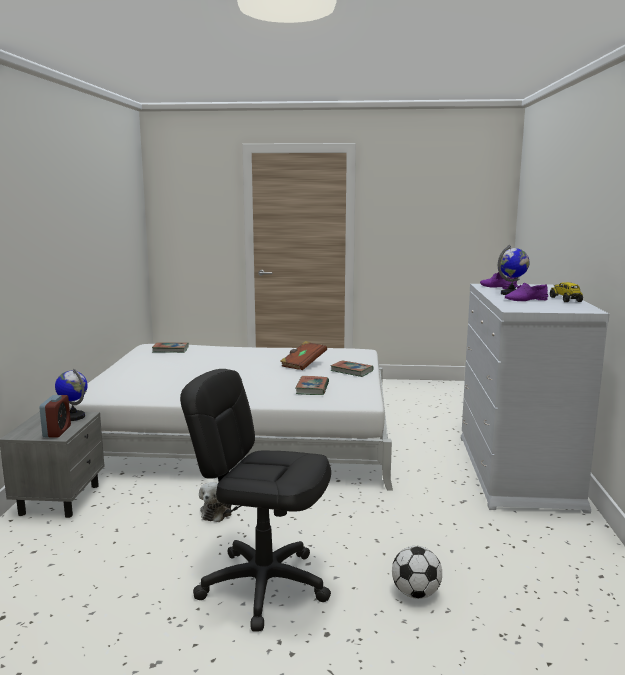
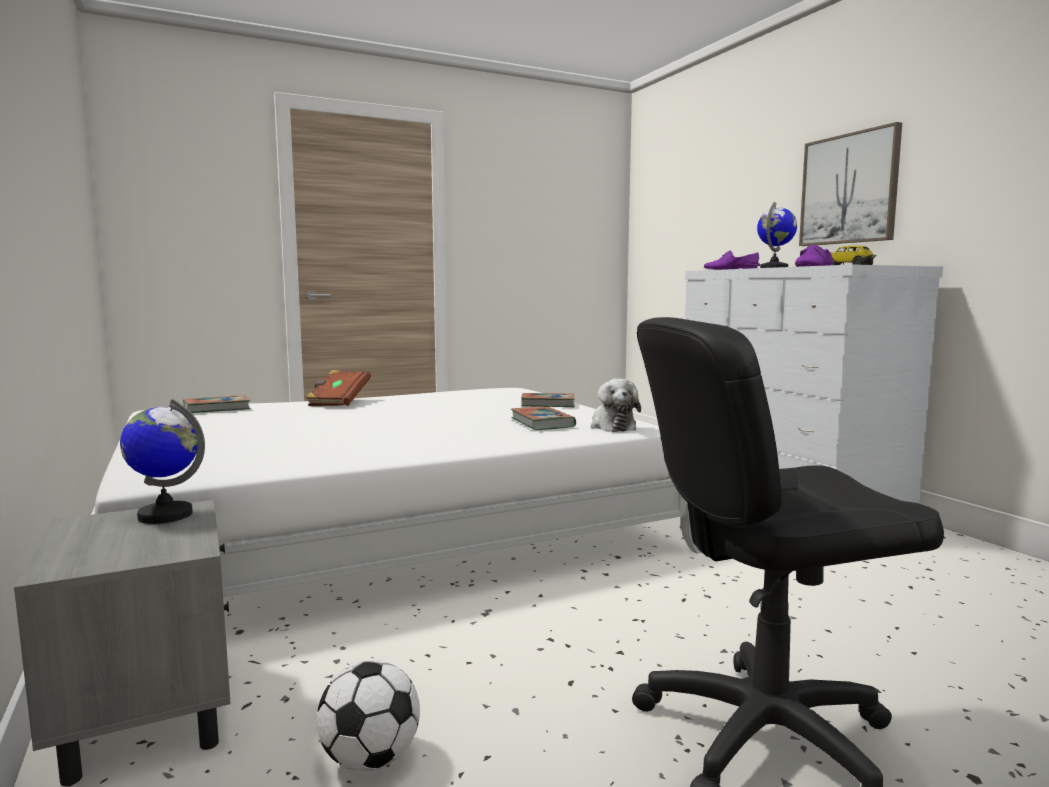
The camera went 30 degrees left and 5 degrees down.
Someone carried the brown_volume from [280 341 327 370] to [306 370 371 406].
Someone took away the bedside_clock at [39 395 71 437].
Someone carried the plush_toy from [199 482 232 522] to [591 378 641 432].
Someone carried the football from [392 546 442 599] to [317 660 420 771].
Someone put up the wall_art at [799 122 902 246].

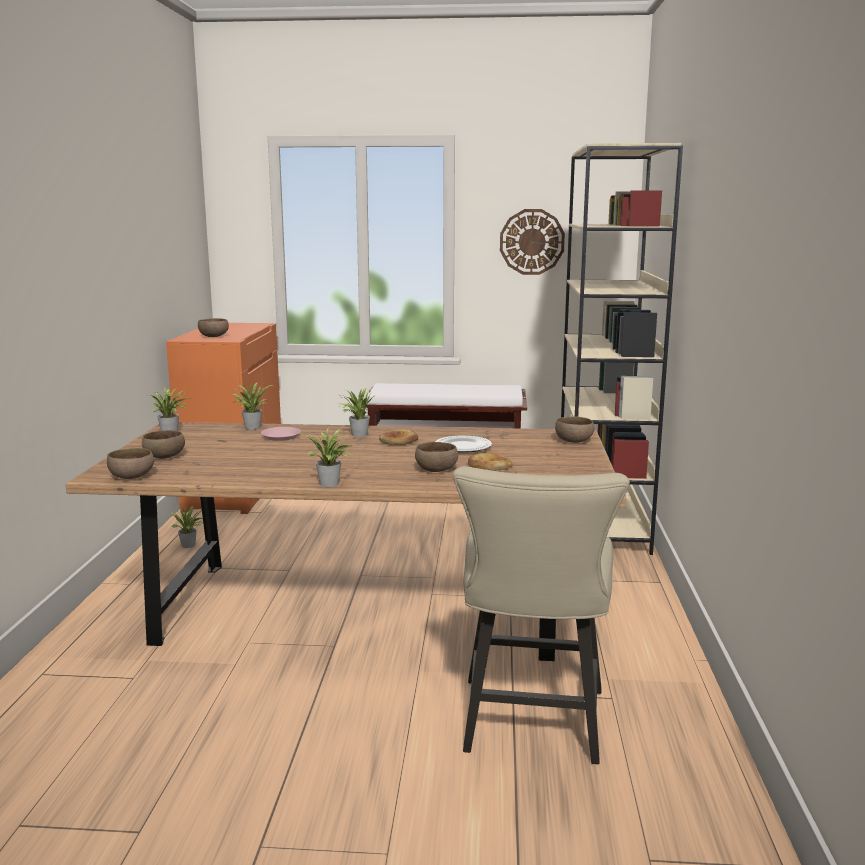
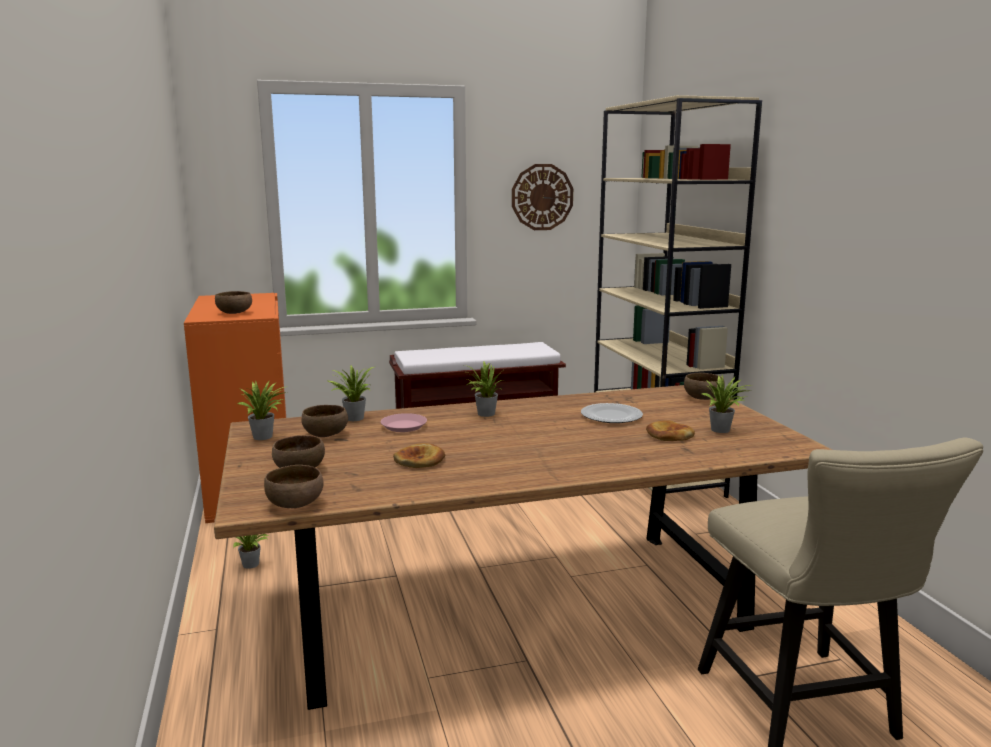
The camera went 20 degrees left and 0 degrees up.
Someone carried the plant_in_a_pot from [299 427 352 487] to [702 375 750 433].
Someone carried the baked_bread from [379 429 418 445] to [393 443 445 468].
Someone carried the brown_bowl from [415 442 458 472] to [302 405 348 437].

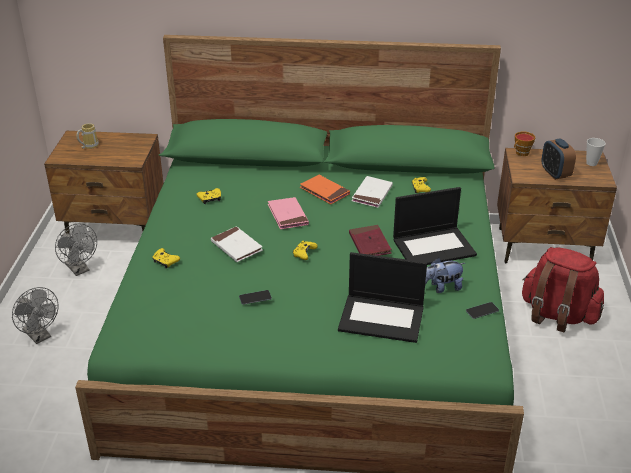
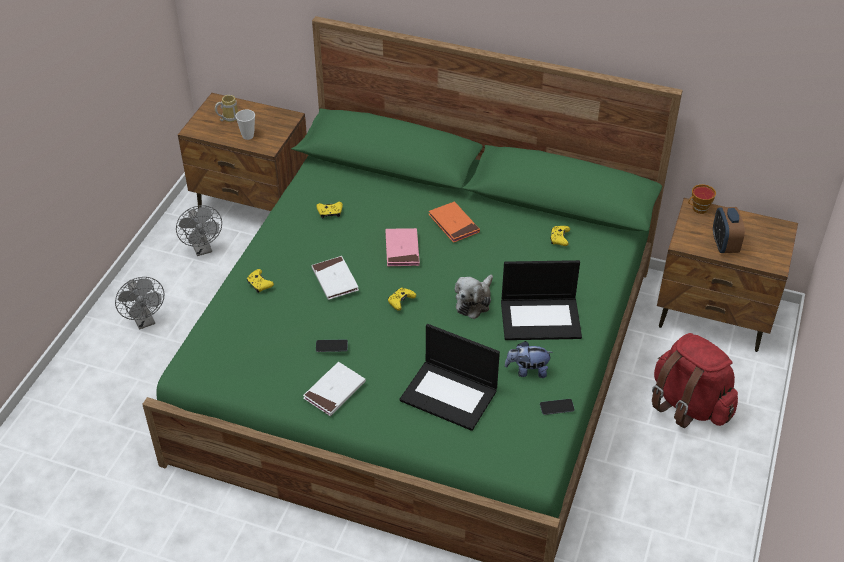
The camera went 15 degrees right and 10 degrees up.
Someone carried the drinking_cup from [586 138 606 166] to [236 109 255 140].
Someone carried the white_volume from [352 176 393 208] to [303 362 366 416].
Someone swapped the reddish_volume at [349 225 392 256] for the plush_toy at [455 275 493 319].

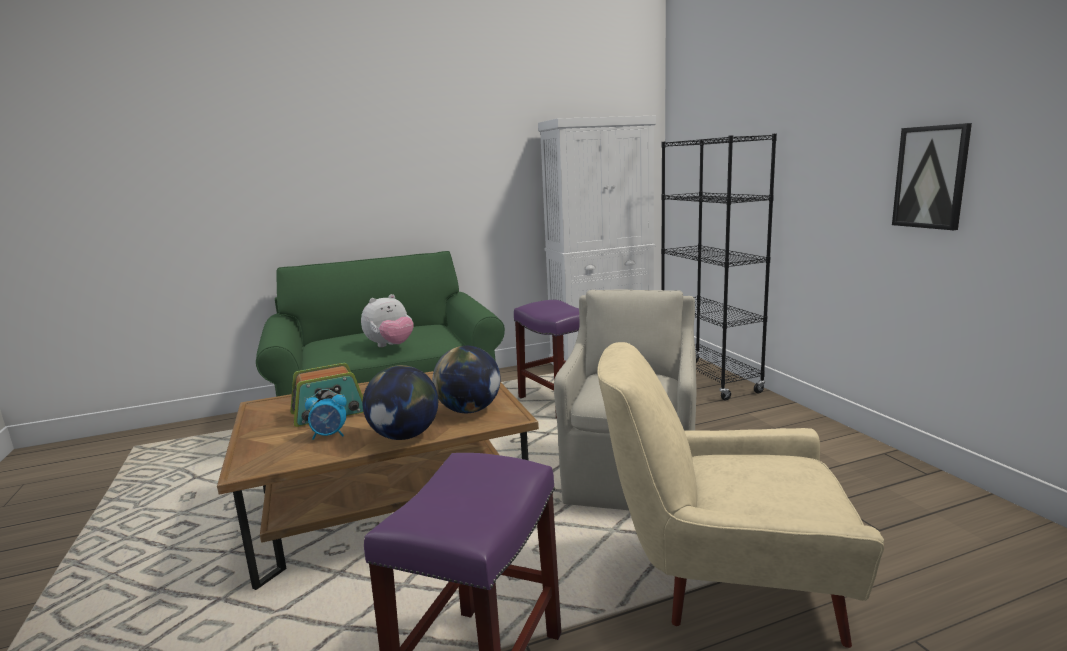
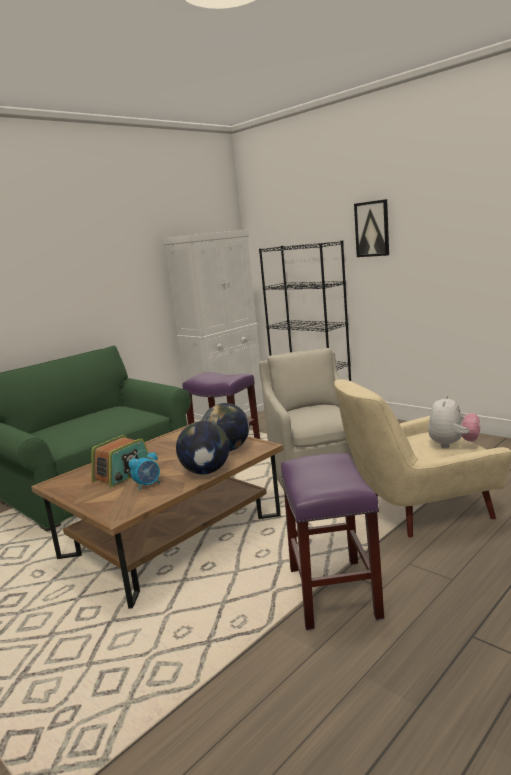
The camera went 25 degrees left and 0 degrees up.
Someone carried the wall_art from [892 123 972 230] to [354 199 389 257].
Someone carried the plush_toy from [361 294 414 347] to [428 395 480 448].

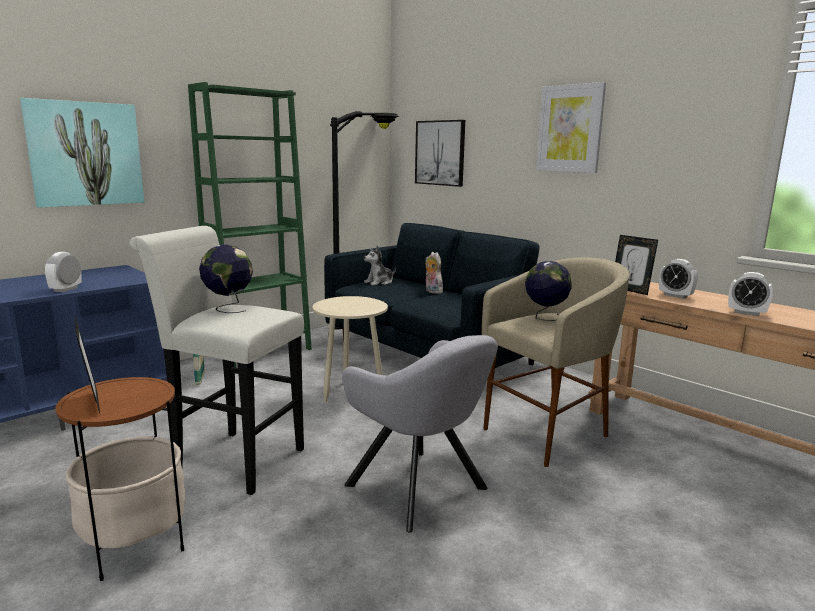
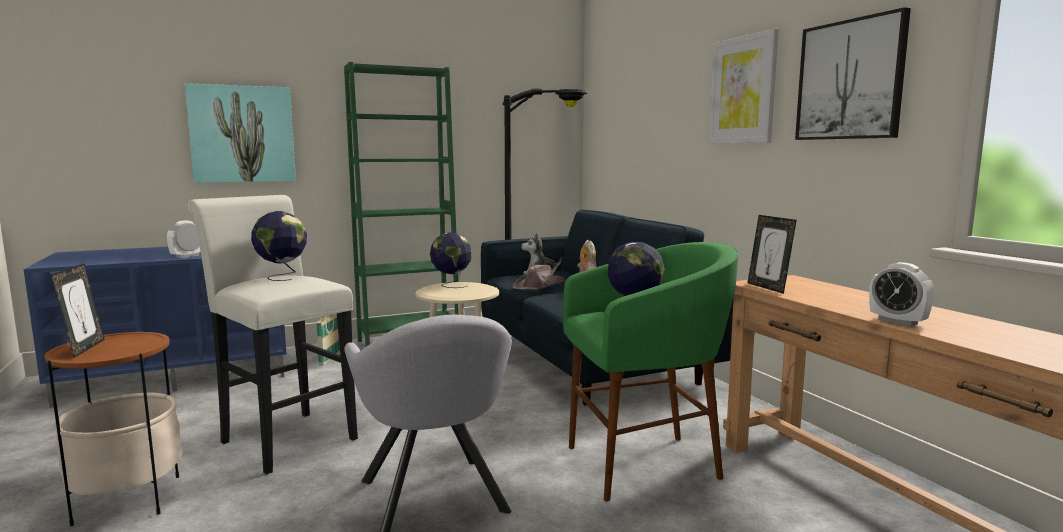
The camera went 20 degrees right and 5 degrees down.
Someone carried the wall_art from [415 120 465 187] to [795 7 911 140].
Someone repainted the beige-coloured_stool at [482 257 630 467], which became the green-coloured_stool at [563 242 738 502].
Someone took away the bedside_clock at [659 259 698 299].
Someone put down the desk_globe at [430 232 472 288].
Someone put down the brown_hat at [512 265 565 290].

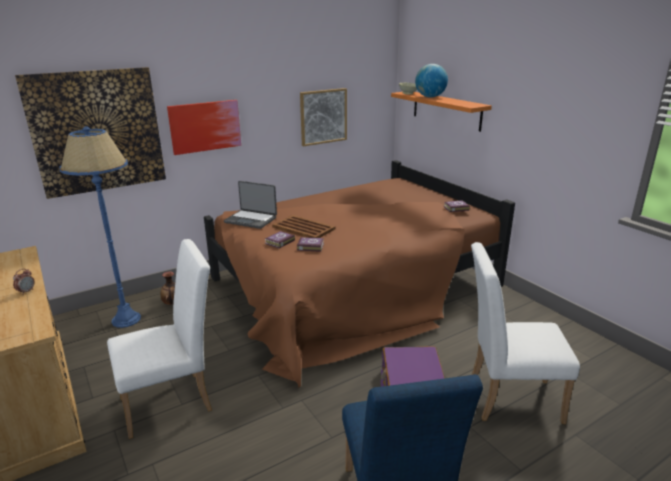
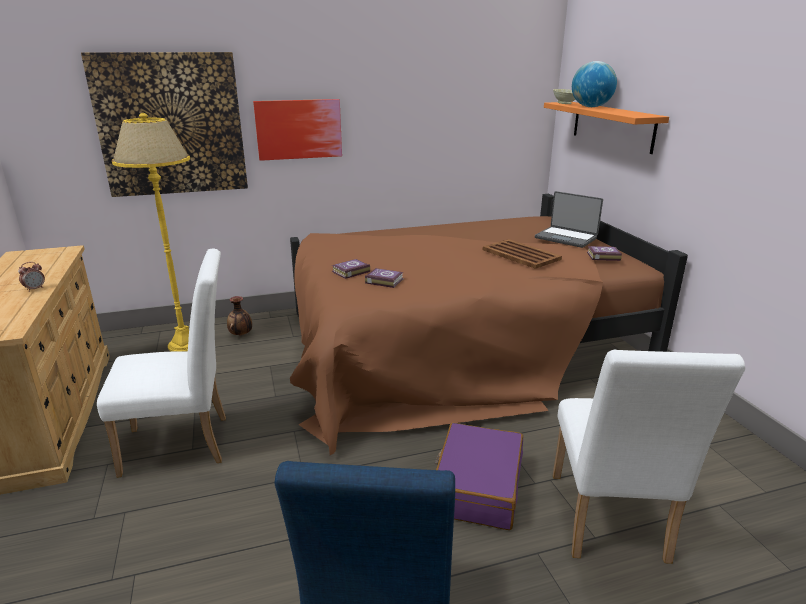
The camera went 15 degrees right and 0 degrees up.
Someone took away the wall_art at [300 88 347 146].
Someone repainted the blue_floor_lamp at [59 126 141 328], which became the yellow-coloured_floor_lamp at [112 113 190 352].
Someone carried the portable_computer from [224 181 277 229] to [535 191 603 248].
Someone carried the brown_tray from [272 215 335 238] to [483 239 562 269].
Someone rotated the white_upright_chair at [471 242 580 424] by 105 degrees counterclockwise.

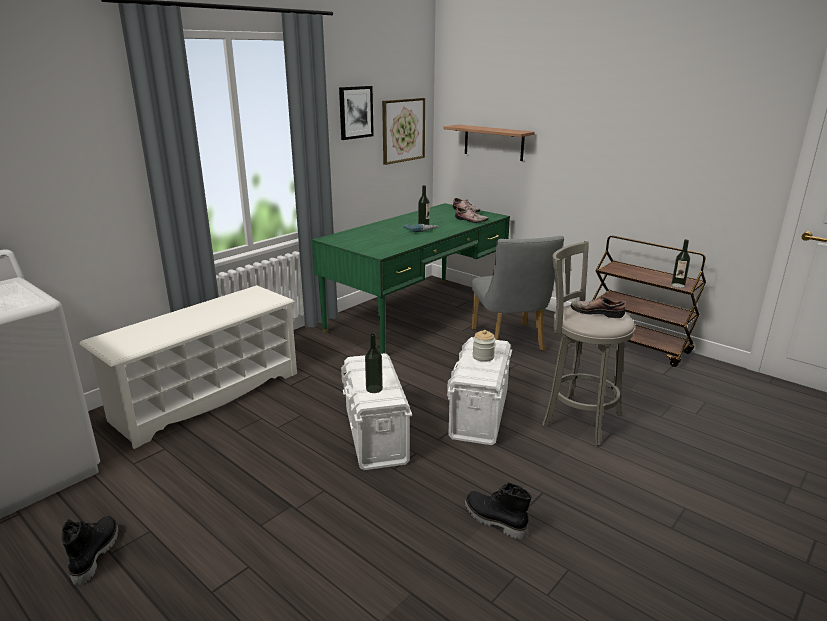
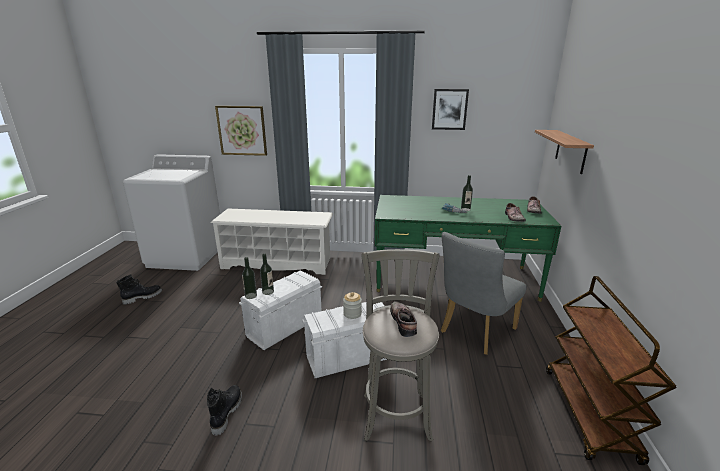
The camera went 55 degrees right and 0 degrees up.
Someone carried the wall_art from [382 98 425 165] to [215 106 267 156].
Someone carried the beverage_bottle from [671 239 690 288] to [242 257 257 299].

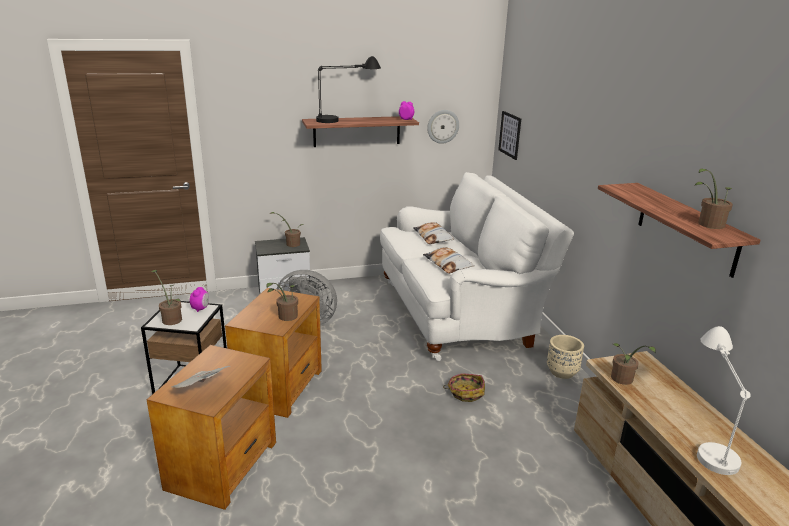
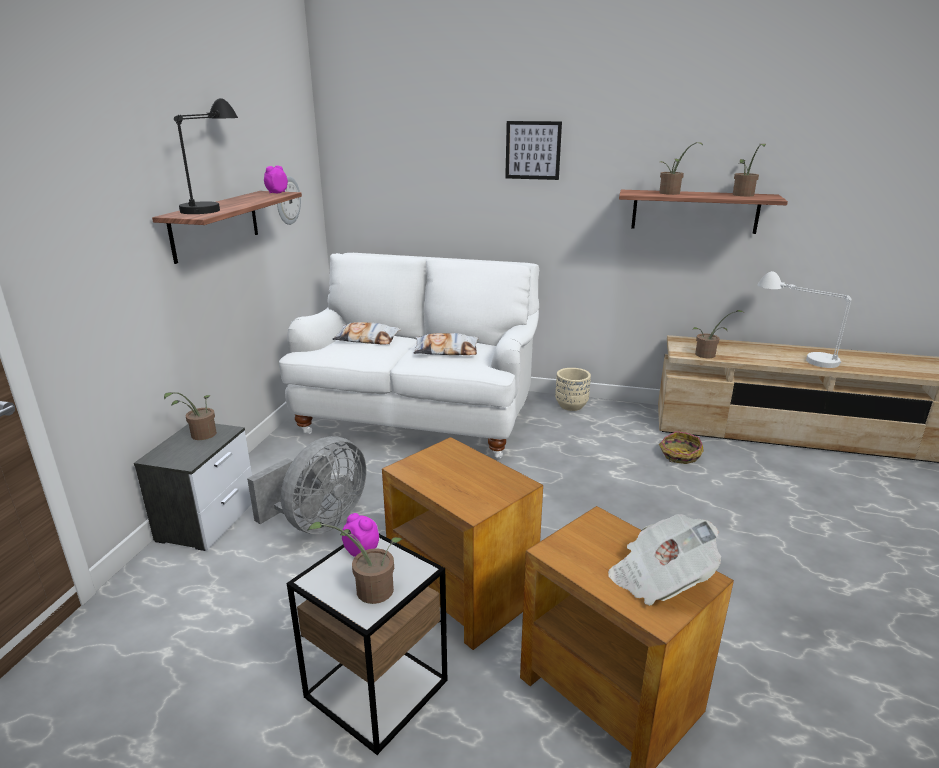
The camera went 60 degrees left and 0 degrees up.
Someone carried the wall_art from [498 111 521 160] to [505 121 562 180].
Someone carried the plant_in_a_pot from [266 283 298 321] to [659 142 703 195].
Someone carried the household_basket from [443 373 485 402] to [659 431 704 464].

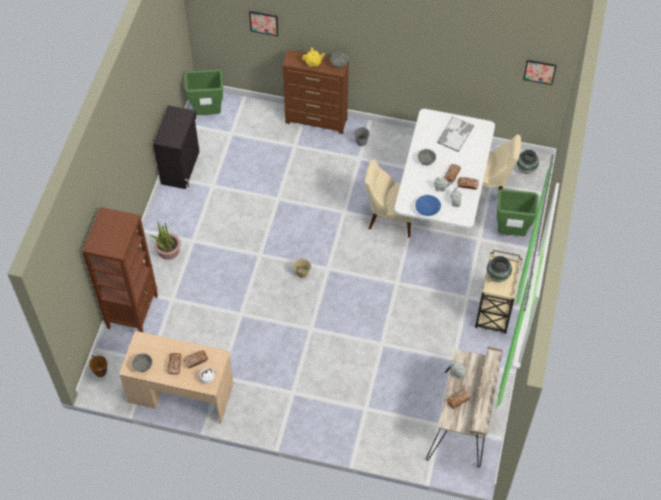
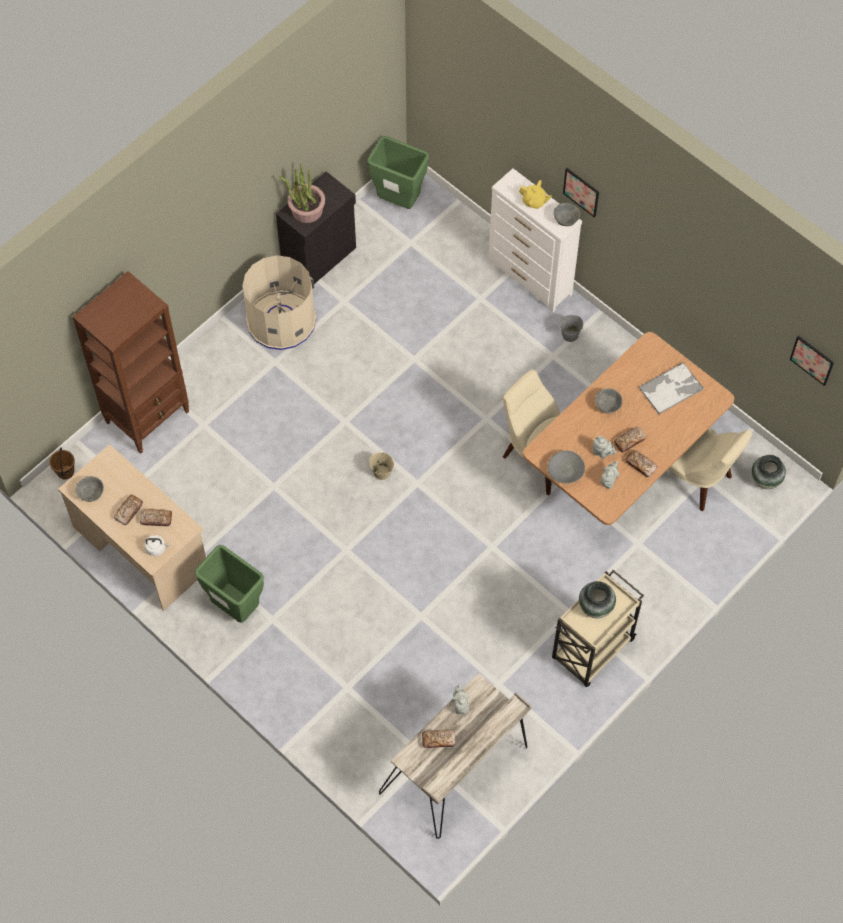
The camera went 30 degrees right and 5 degrees up.
Someone carried the wall_art from [249 11 278 36] to [563 168 599 218].
Someone repainted the brown_chest_of_drawers at [282 50 349 134], which became the white_chest_of_drawers at [488 168 582 313].
Someone repainted the white_dinner_table at [394 109 495 228], which became the brown_dinner_table at [523 332 734 525].
Someone carried the green-coloured_trash_can from [497 189 539 236] to [195 545 264 623].
Someone repainted the blue_bowl at [415 195 441 216], which became the gray_bowl at [547 450 585 484].
Someone carried the plant_in_a_pot from [150 222 181 260] to [279 163 325 223].
Someone put down the beige-coloured_trash_can at [242 255 316 350].

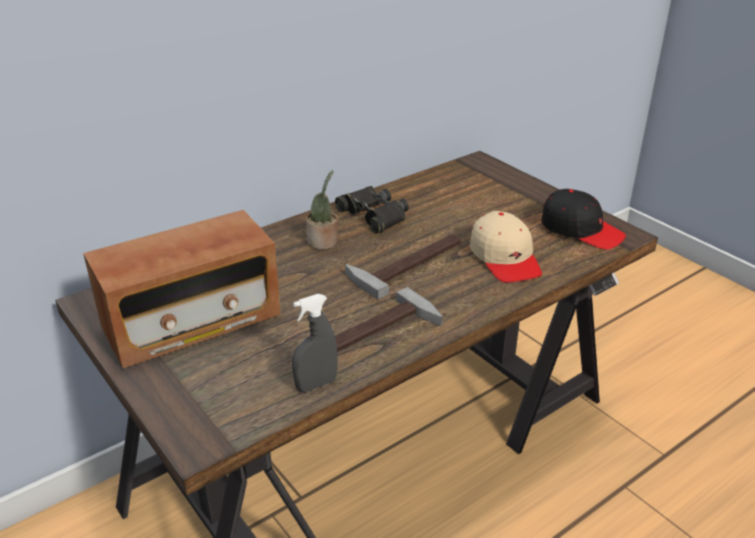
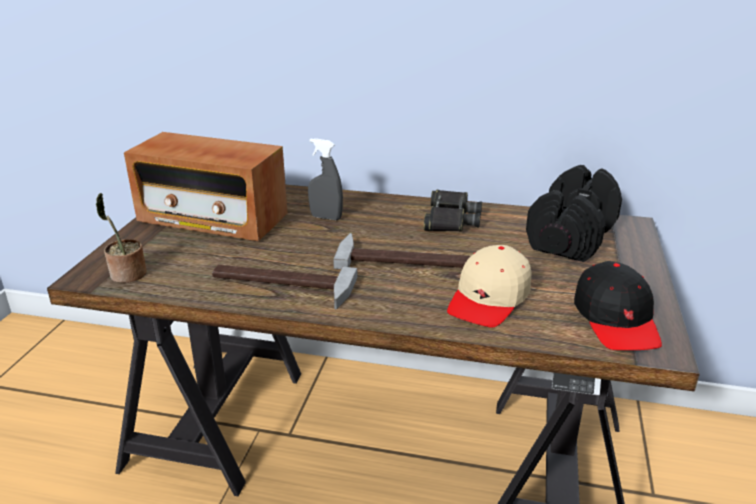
The camera went 50 degrees right and 5 degrees down.
Someone carried the plant_in_a_pot from [306 170 338 249] to [95 193 147 283].
Someone carried the gray_sprayer from [292 294 338 392] to [308 138 343 220].
Someone put down the blackish_hand_weight at [526 165 622 262].

